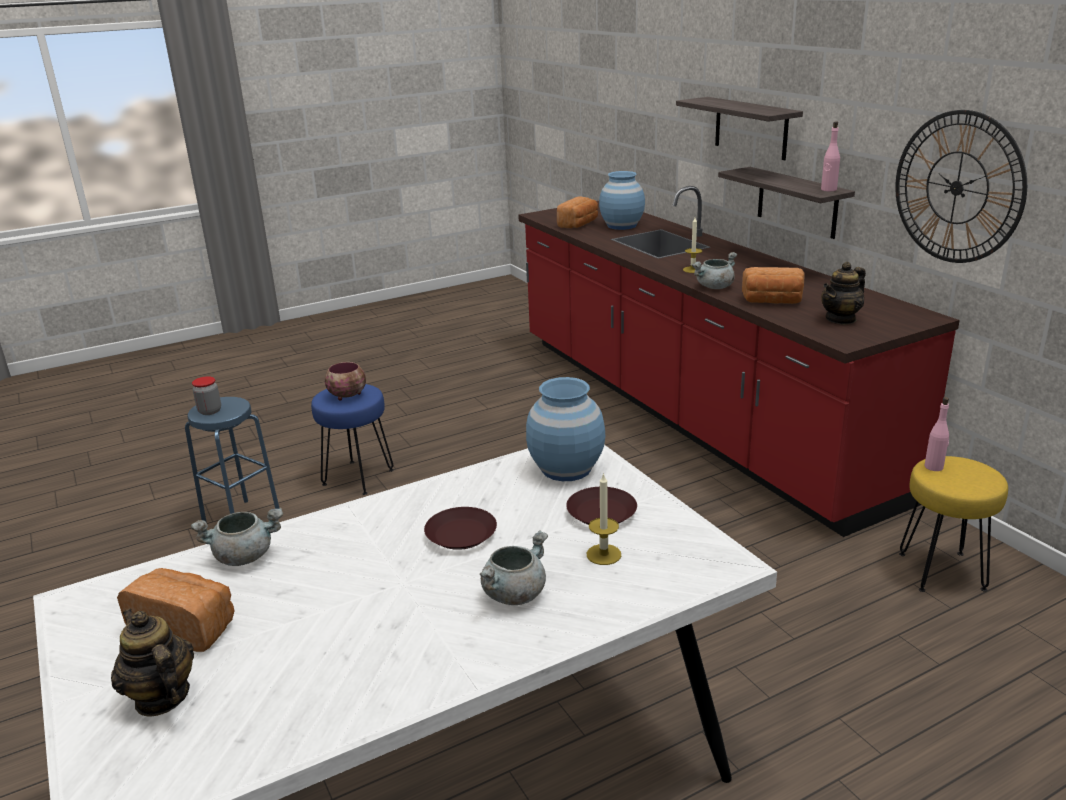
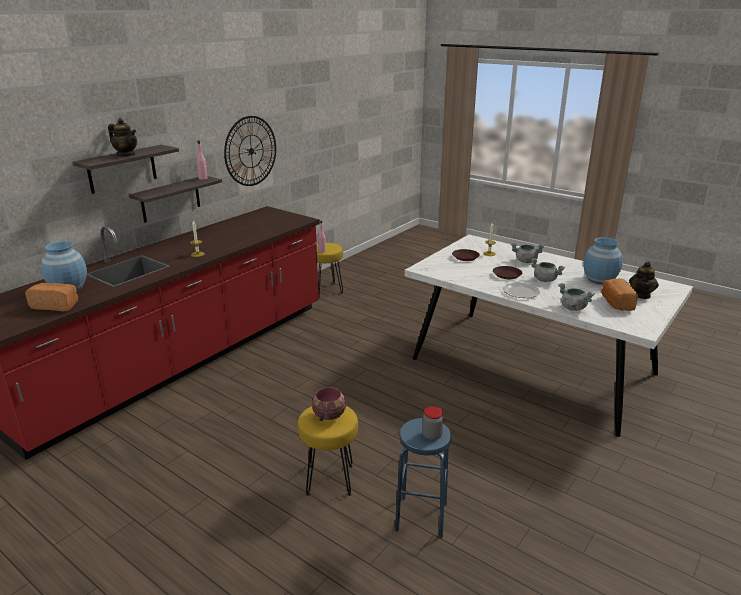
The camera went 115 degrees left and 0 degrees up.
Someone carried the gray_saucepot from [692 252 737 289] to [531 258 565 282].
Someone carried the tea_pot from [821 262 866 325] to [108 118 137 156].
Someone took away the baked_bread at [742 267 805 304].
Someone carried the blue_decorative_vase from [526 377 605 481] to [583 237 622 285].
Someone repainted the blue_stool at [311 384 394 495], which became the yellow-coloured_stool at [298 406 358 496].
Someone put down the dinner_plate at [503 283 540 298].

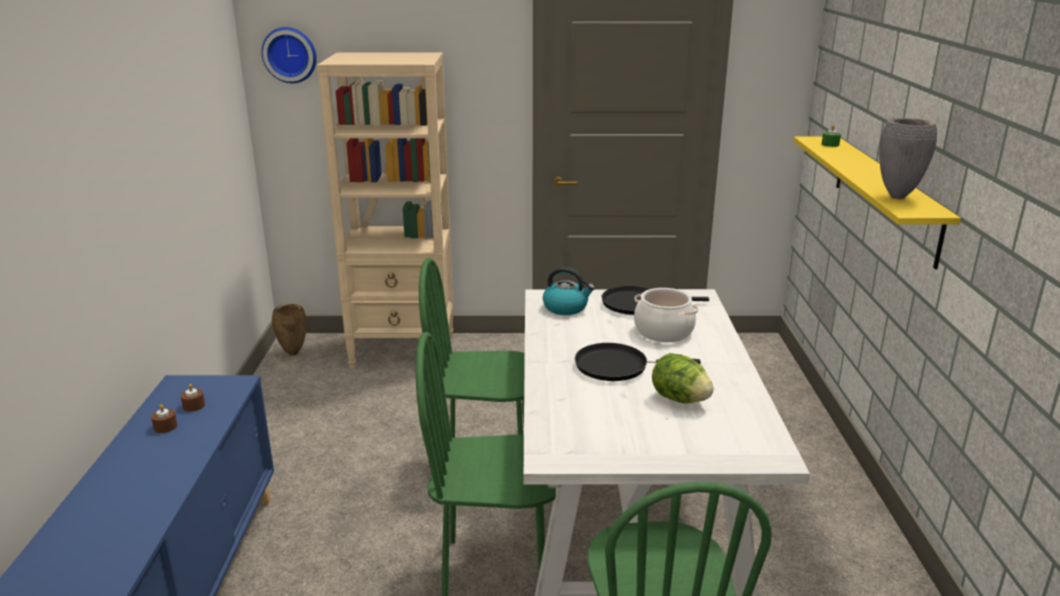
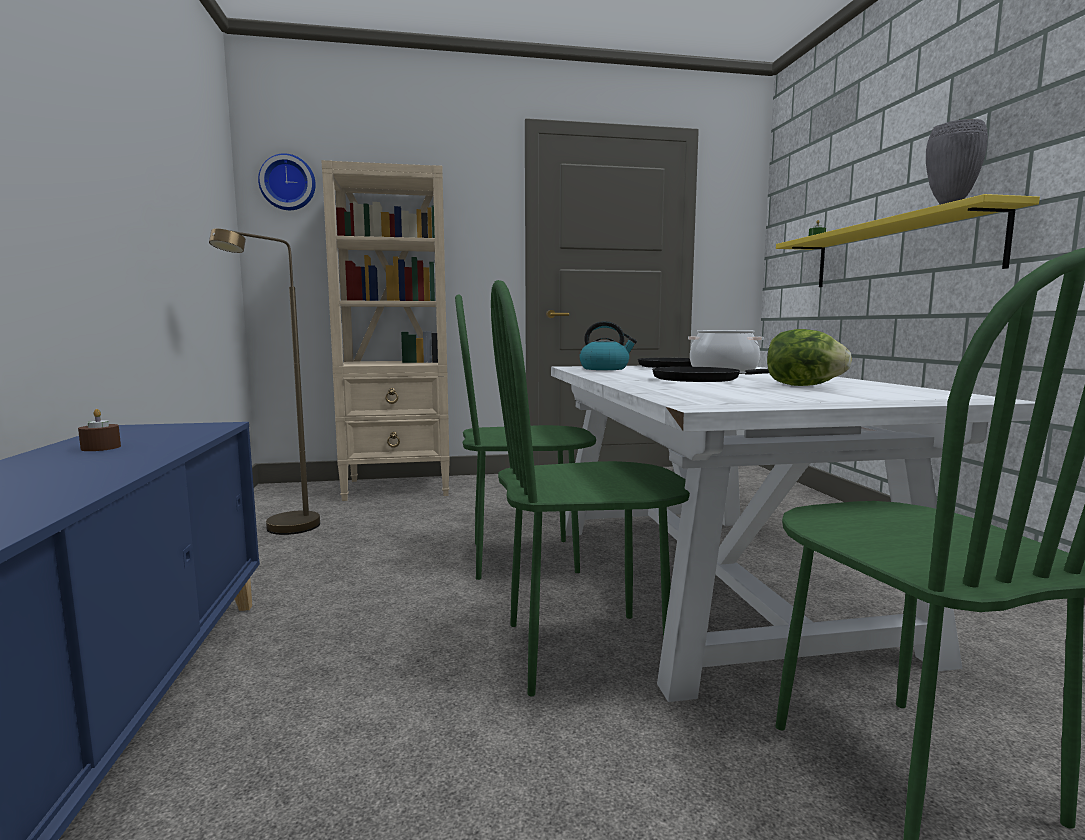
The camera went 10 degrees left and 15 degrees down.
Someone took away the brown_decorative_vase at [272 304 307 356].
Someone took away the brown_wax_light at [181 384 205 412].
Someone put down the brown_floor_lamp at [209 229 320 535].

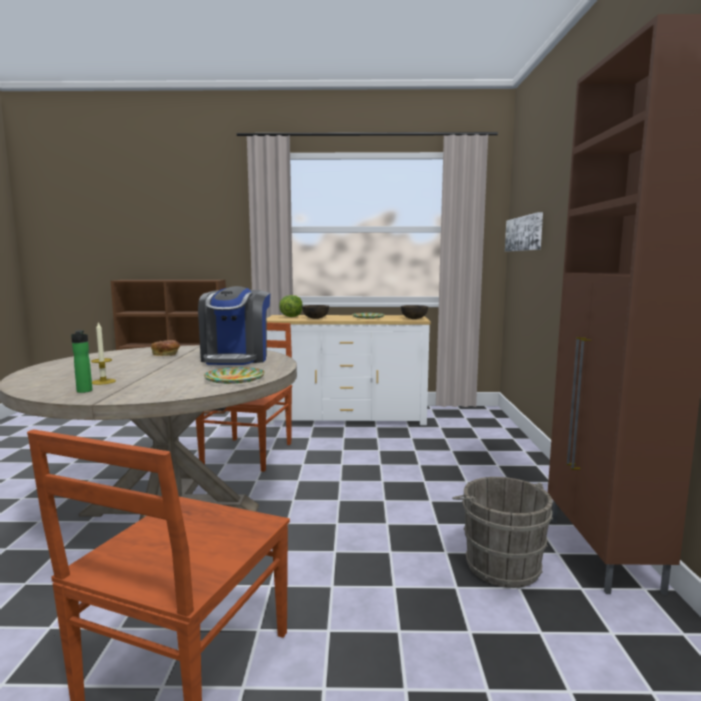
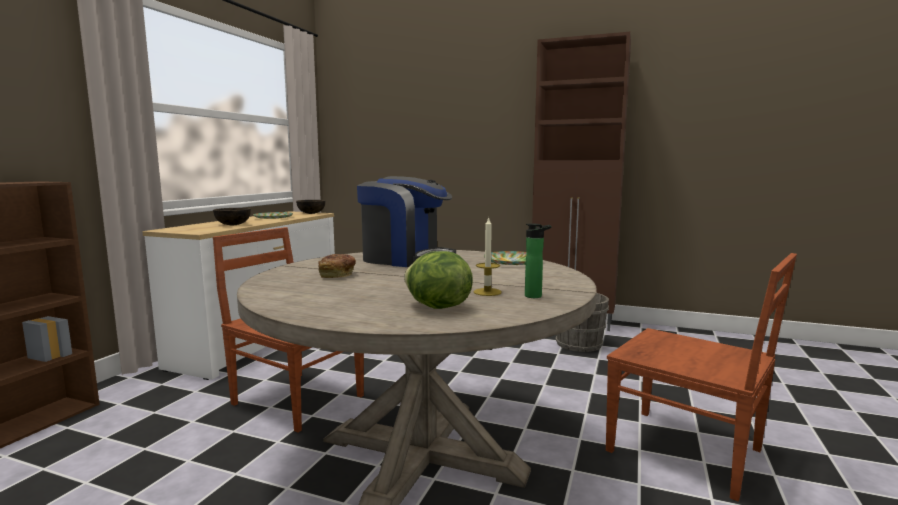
The camera went 70 degrees left and 0 degrees up.
Someone took away the wall_art at [505 212 543 251].
Someone carried the lettuce from [279 295 303 317] to [404 251 473 309].

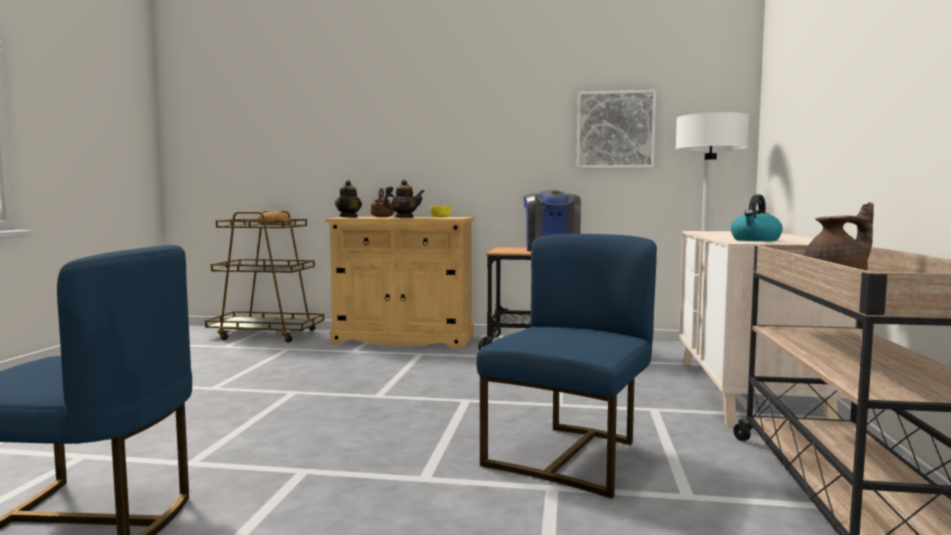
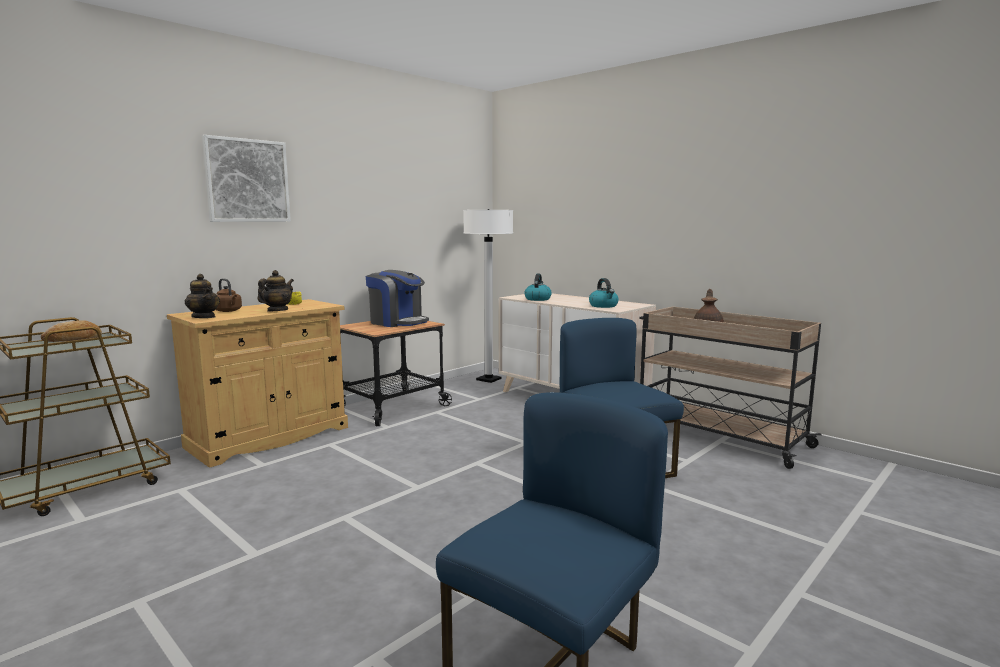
The camera went 55 degrees left and 5 degrees up.
Someone carried the wall_art from [576 90 656 169] to [202 135 291 222].
Someone put down the water_kettle at [525 274 552 301].

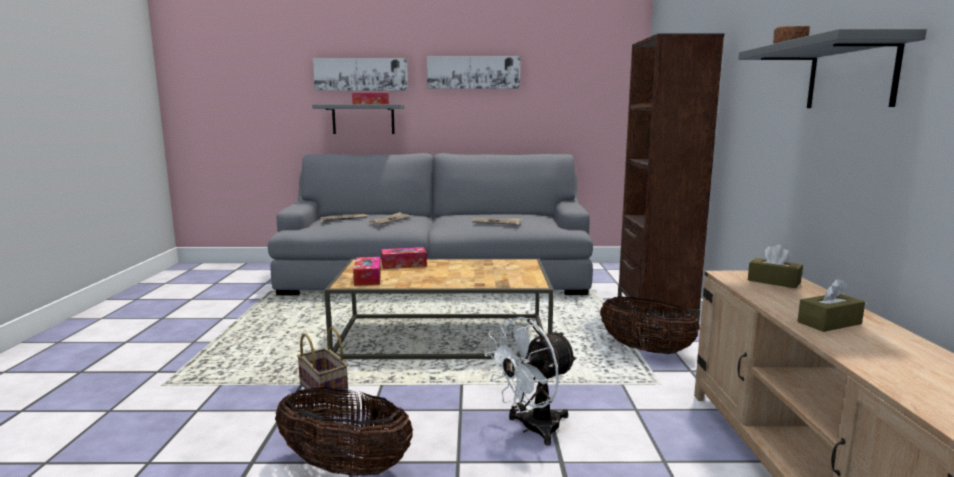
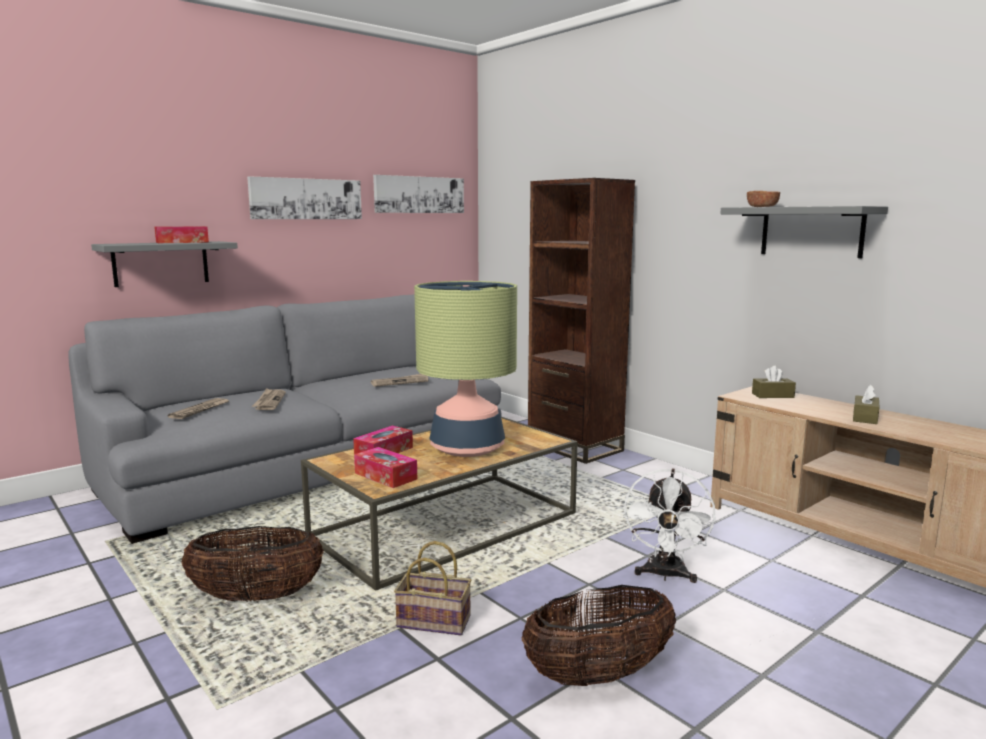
The camera went 40 degrees left and 0 degrees up.
Someone carried the wall_art from [313 58 408 91] to [373 175 464 213].
Someone carried the household_basket from [600 297 700 354] to [181 526 324 602].
Someone put down the lamp_for_a_table at [414 281 517 457].

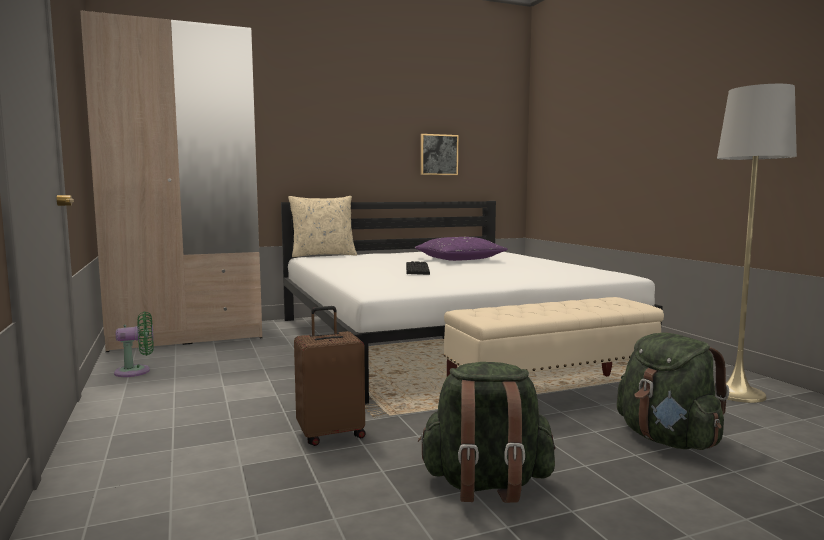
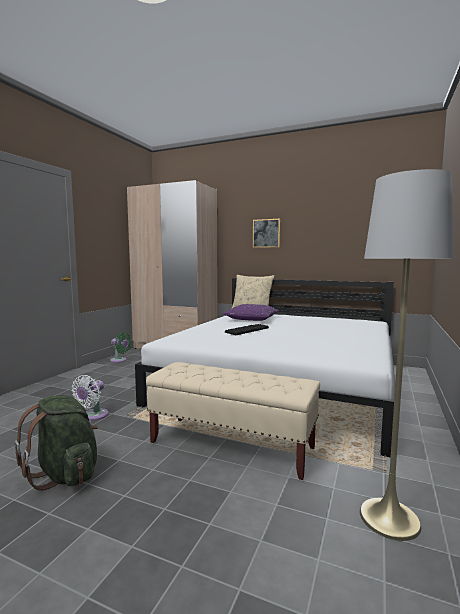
The camera went 45 degrees right and 0 degrees up.
Someone carried the wall_art from [421 134 458 175] to [253 219 280 248].
Someone carried the purple-coloured_throw_pillow from [414 237 508 261] to [223 304 279 321].
Someone swapped the brown_piece_of_luggage at [294 306 366 446] for the white_electric_fan at [72 375 109 421].
Someone took away the green-coloured_knapsack at [617 332 729 450].

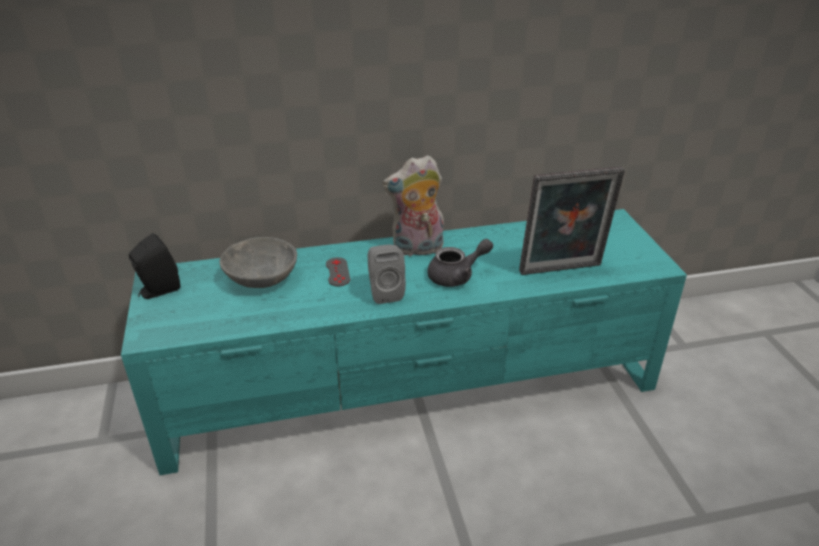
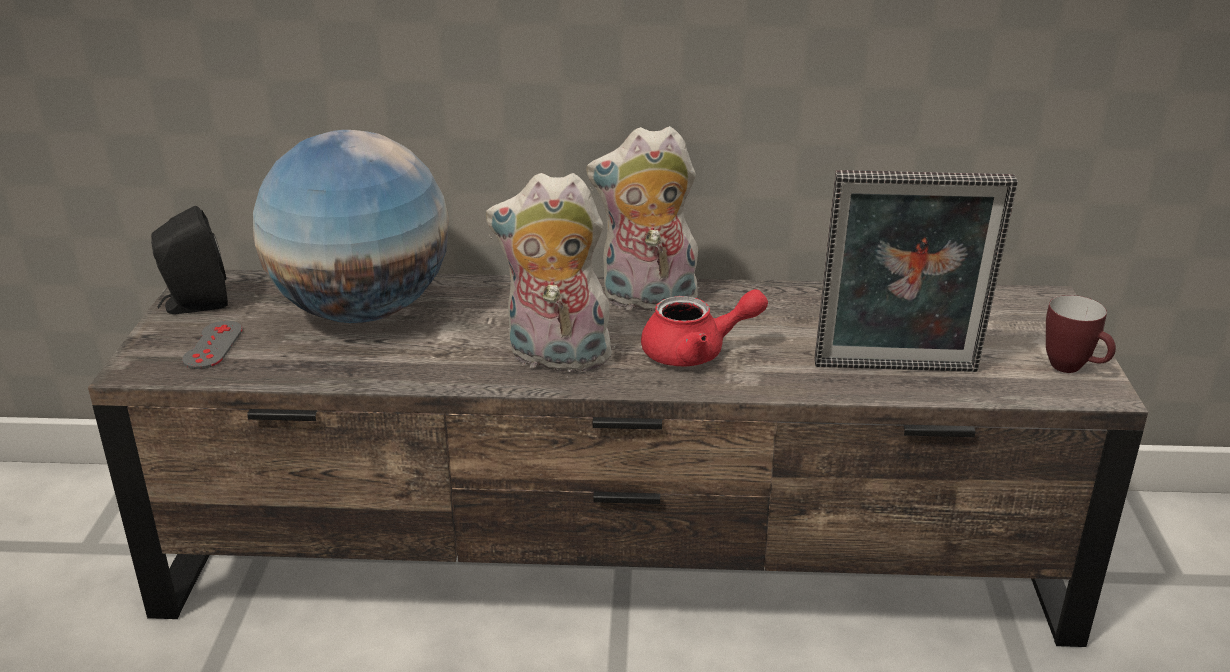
The camera went 15 degrees right and 5 degrees down.
Someone repainted the blue-green_tv_unit at [121 209 687 475], which became the brown_tv_unit at [88 270 1148 647].
Someone swapped the gray_bowl at [219 237 297 288] for the desk_globe at [253 130 449 323].
Someone repainted the gray_tea_pot at [428 239 493 287], which became the reddish_tea_pot at [641 289 768 366].
Someone swapped the gray_audio_speaker at [368 244 406 304] for the plush_toy at [486 173 615 377].
Someone carried the gray_joypad from [326 257 350 286] to [182 321 243 369].
Someone put down the mug at [1046 295 1116 373].

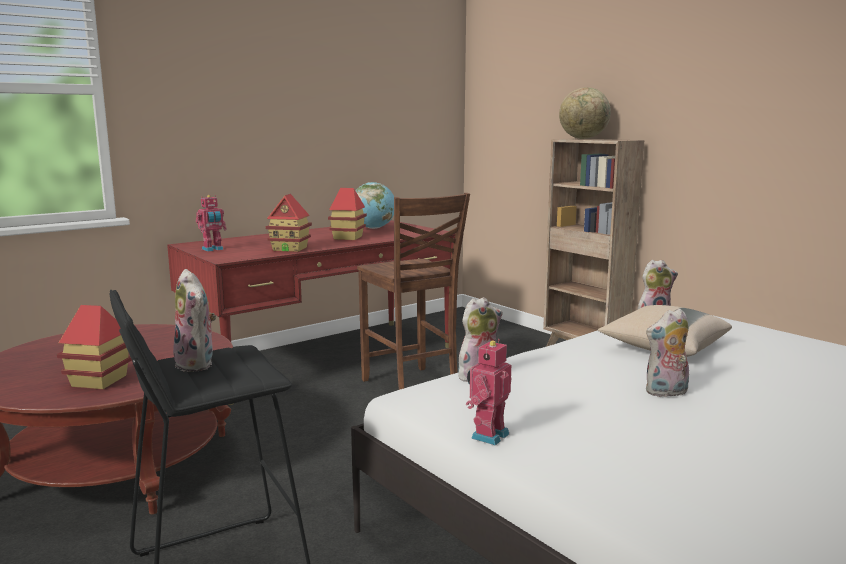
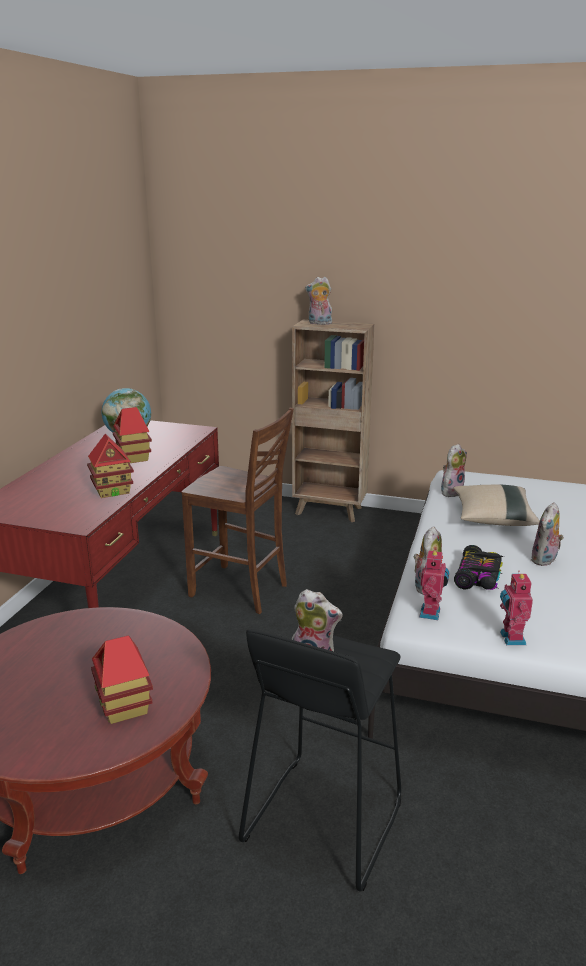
The camera went 35 degrees left and 10 degrees up.
Someone swapped the desk_globe at [559 87 611 139] for the plush_toy at [305 277 332 325].
Someone carried the toy_robot from [196 195 227 252] to [419 548 449 620].
Someone put down the model_car at [454 545 504 590].

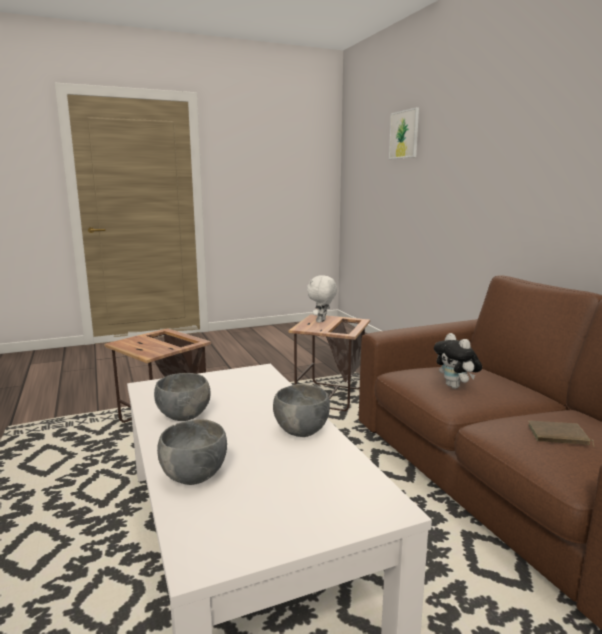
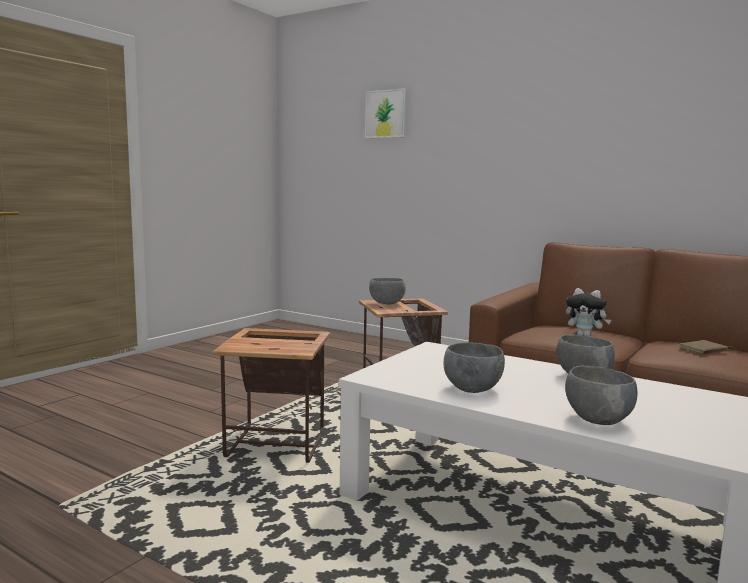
The camera went 35 degrees left and 5 degrees down.
Someone swapped the white_plush_toy at [307 275 337 323] for the gray_bowl at [369 278 406 305].

